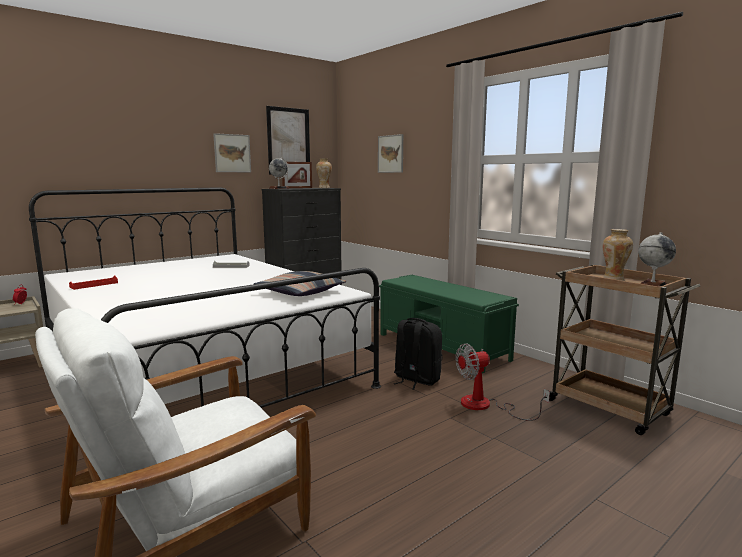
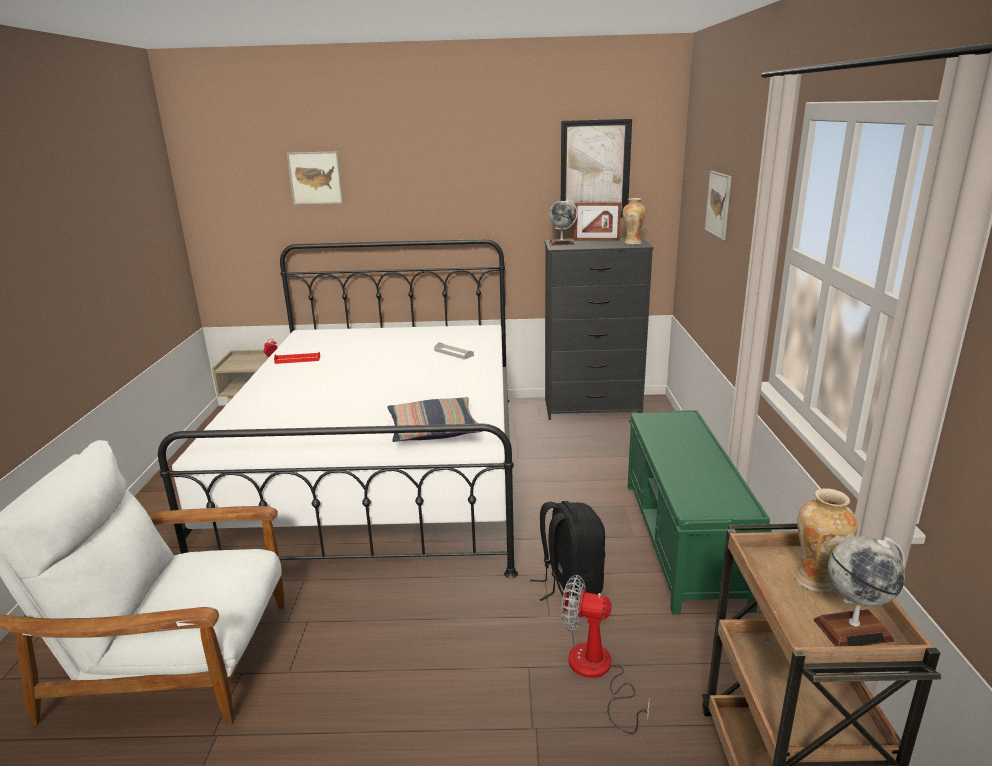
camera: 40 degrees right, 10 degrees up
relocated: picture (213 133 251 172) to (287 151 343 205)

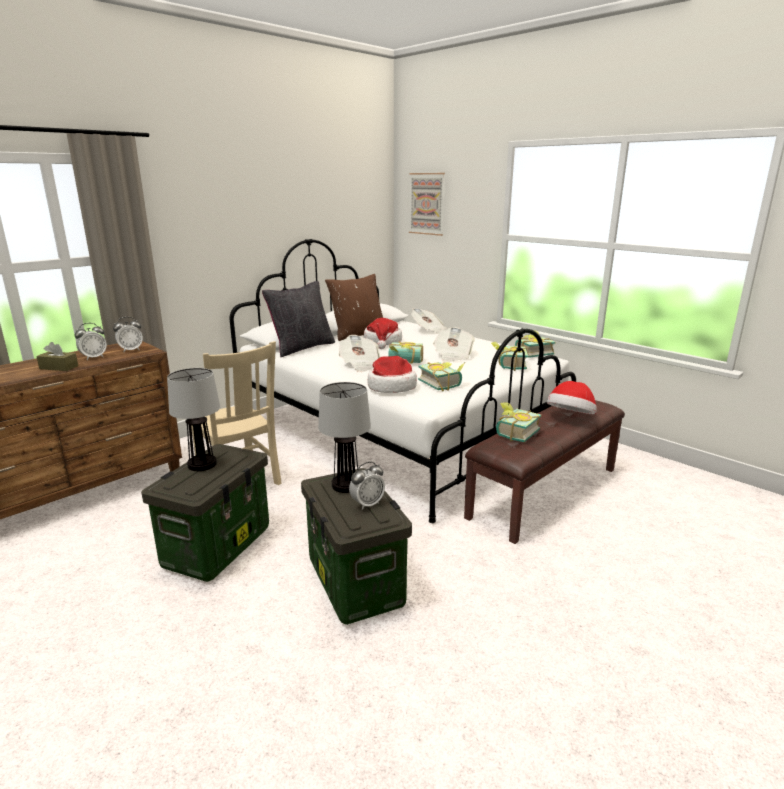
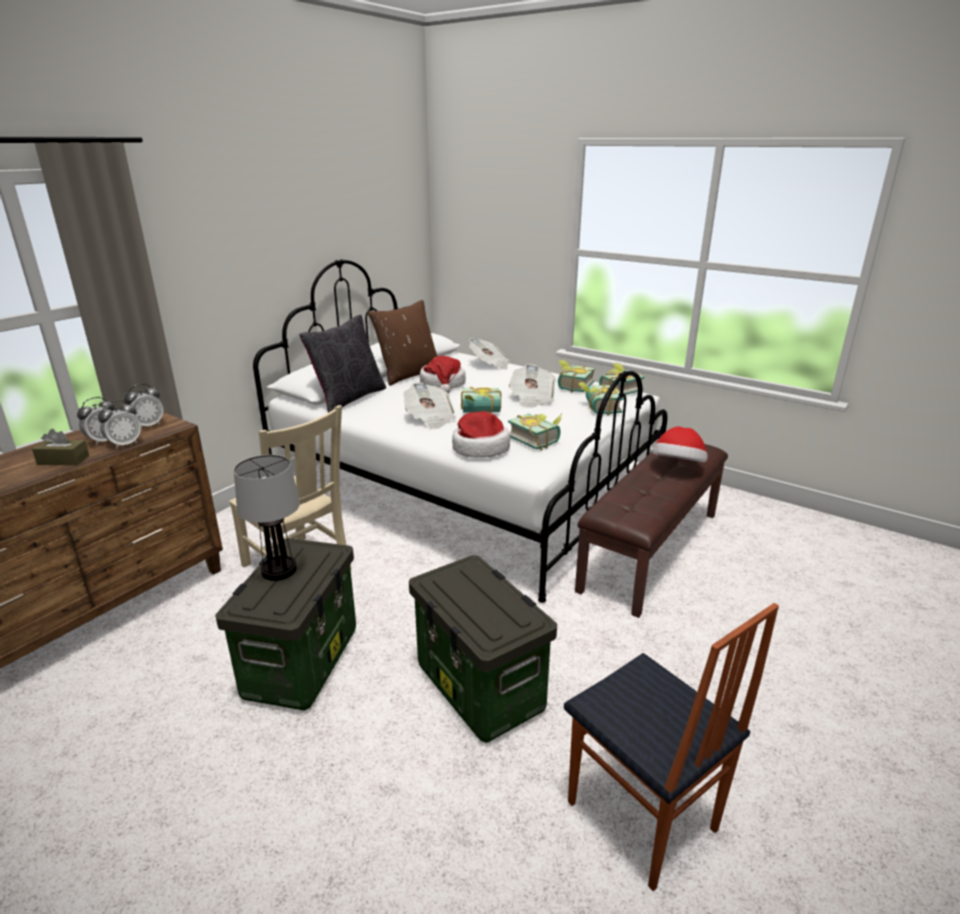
camera: 10 degrees left, 5 degrees up
missing: picture (409 173 445 236); tabletop lamp (318 382 371 493)
appeared: upright chair (564 603 779 891)
relocated: bound book (496 402 541 442) to (558 360 595 393); bedside clock (349 462 385 510) to (98 400 141 449)

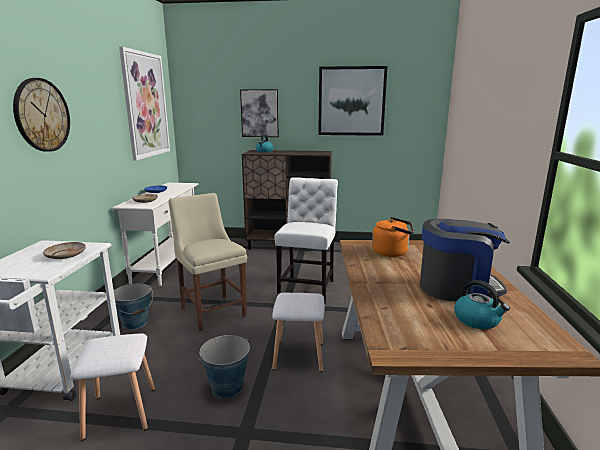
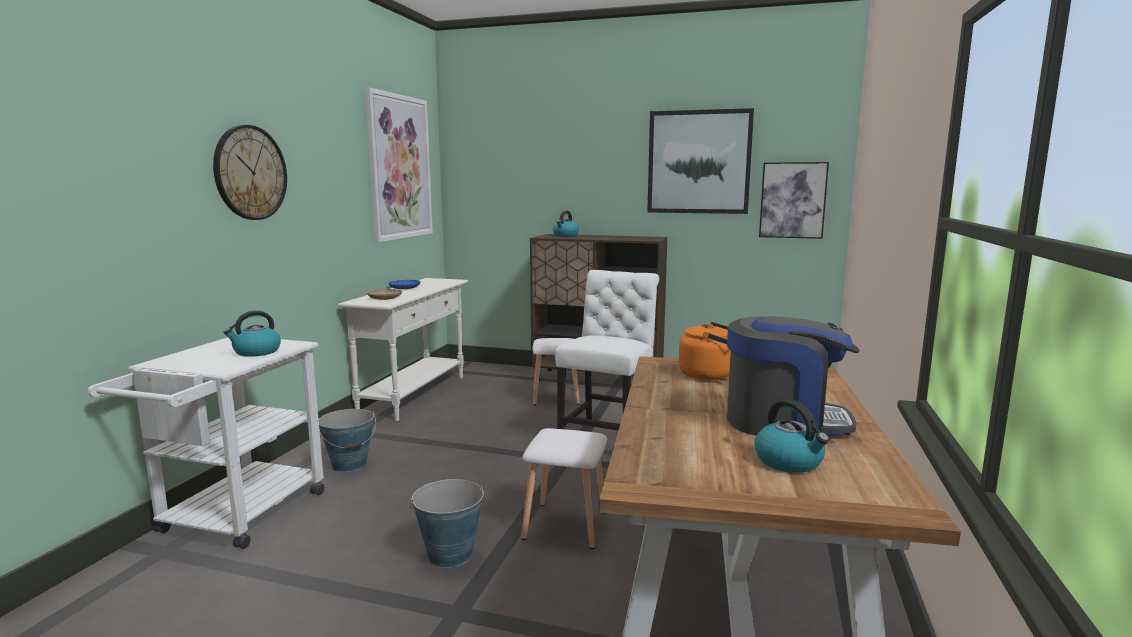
camera: 10 degrees right, 5 degrees down
missing: upright chair in beige (168 193 247 331)
relocated: picture (240 89 279 137) to (759 162 829 239); sitting stool in white (70 333 155 441) to (533 338 580 405)
exchanged: flat dish in beige (43 242 86 259) to water kettle (223 310 281 357)

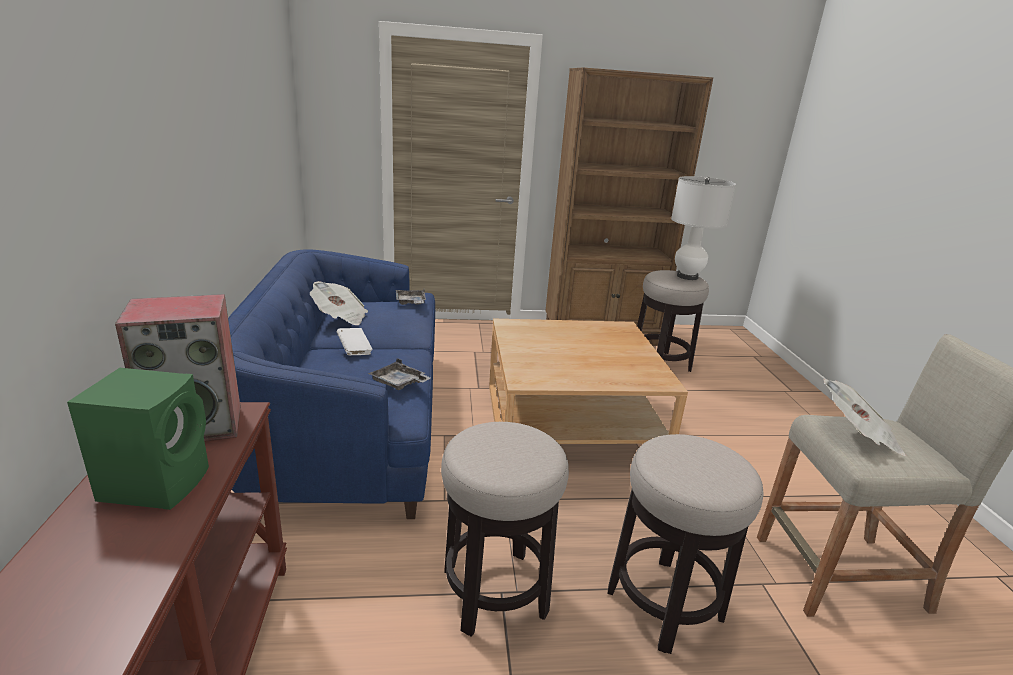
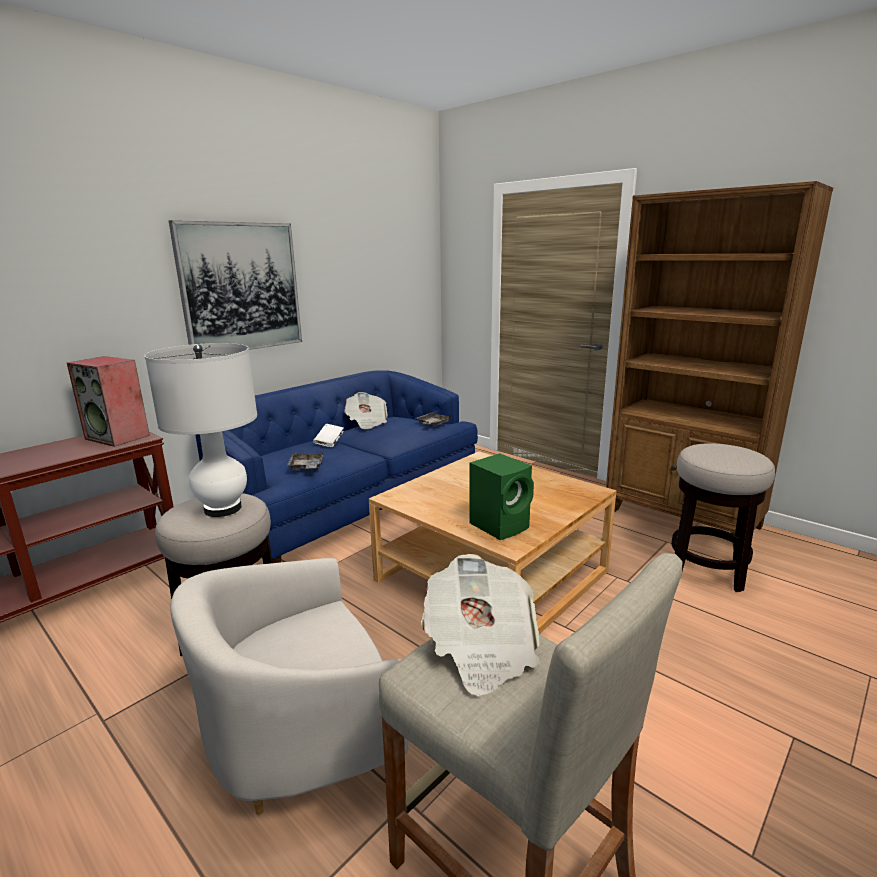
camera: 50 degrees right, 5 degrees down
appeared: picture (169 220 302 350)
relocated: tabletop lamp in white (671 176 736 280) to (145 343 257 517); audio speaker in green (67 368 209 510) to (469 453 534 540)
exchanged: sitting stool (608 434 764 654) to lounge chair in white (170 558 409 815)

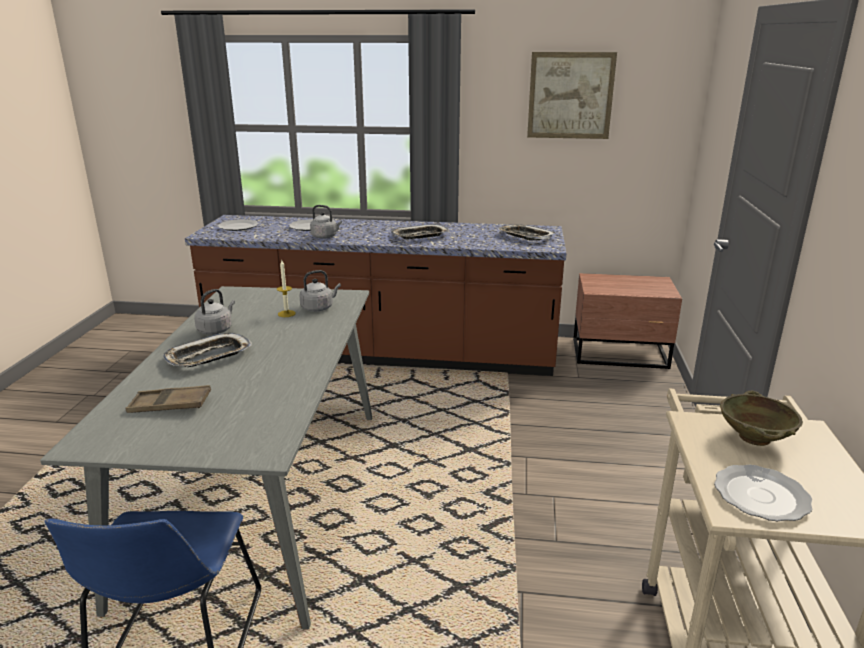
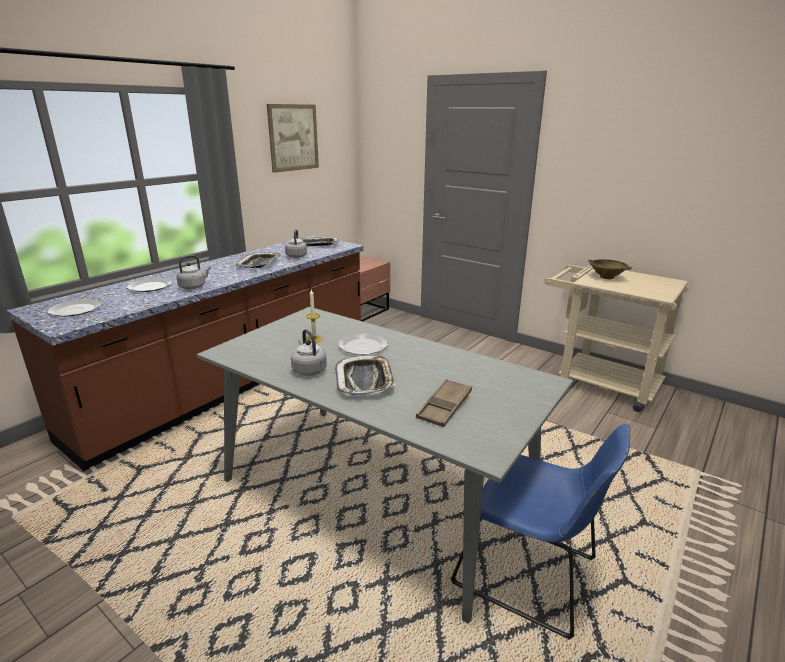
camera: 60 degrees left, 0 degrees up
relocated: water kettle in gray (299 270 341 311) to (285 229 307 258); flat dish (714 465 812 521) to (338 333 388 355)

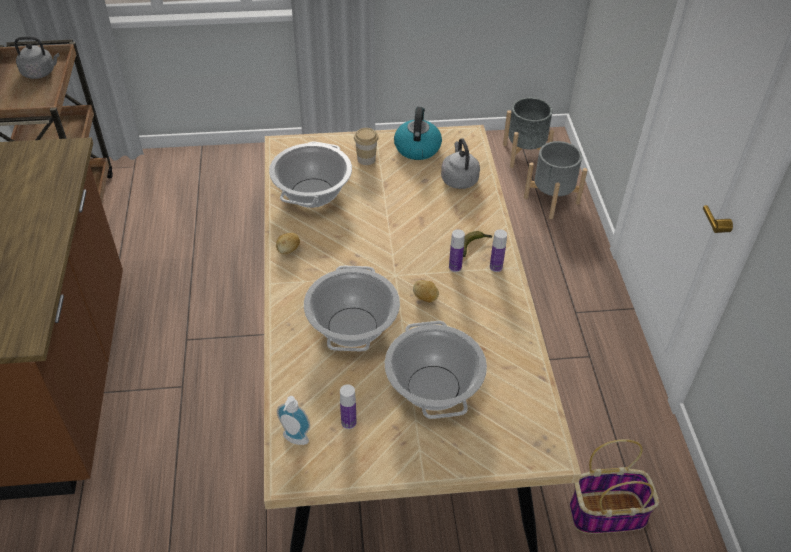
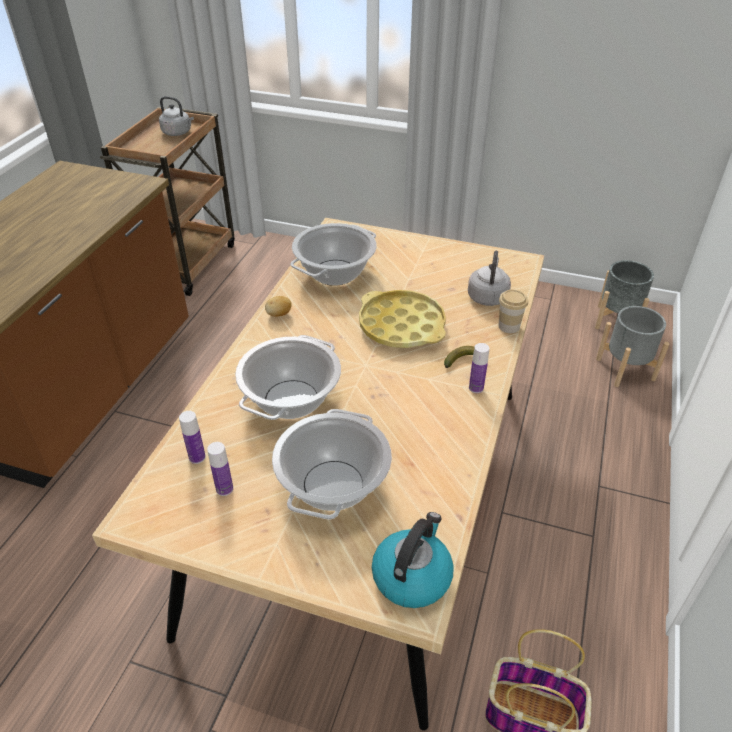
camera: 25 degrees right, 5 degrees down
missing: whole potato (413 280 439 302); liquid soap bottle (277 396 310 445)
appeared: carrying tray in yellow (359 290 446 348)
relocated: water kettle (394 107 442 160) to (372 512 454 608); small cup (354 128 379 165) to (499 290 528 333); drink bottle (449 229 465 272) to (179 411 206 464)

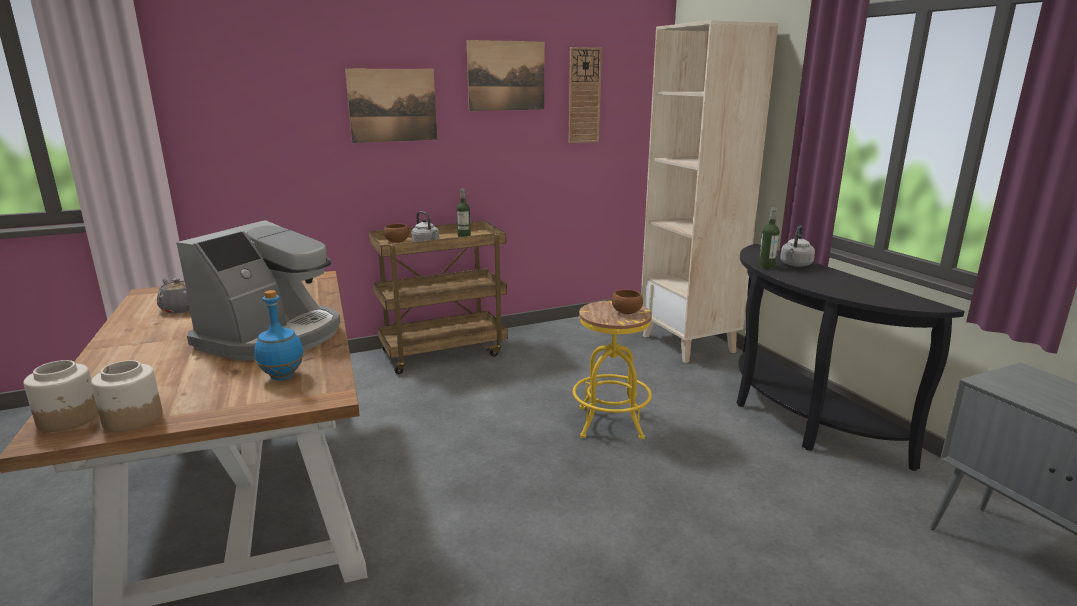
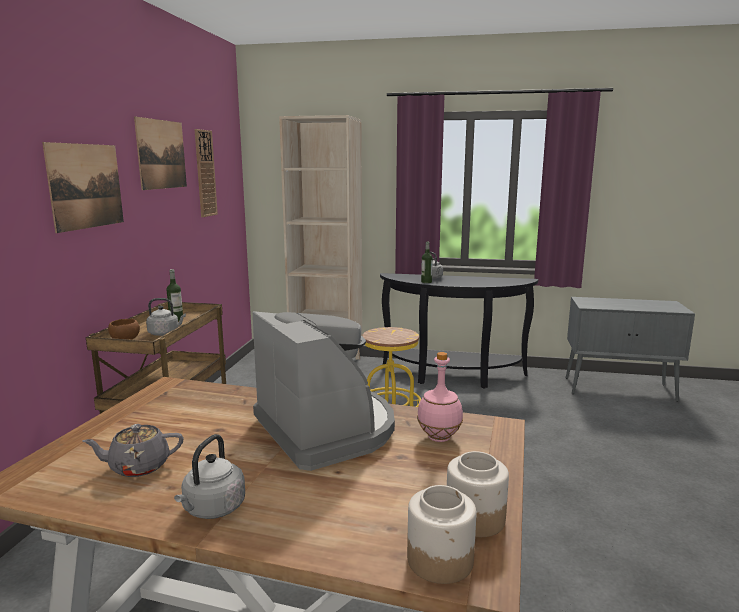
camera: 55 degrees left, 5 degrees down
missing: deep dish in brownish (612 290 643 314)
appeared: water kettle in gray (174 434 245 519)
colour: drink bottle in bluish (254 290 304 380) to drink bottle in pink (417 352 463 442)

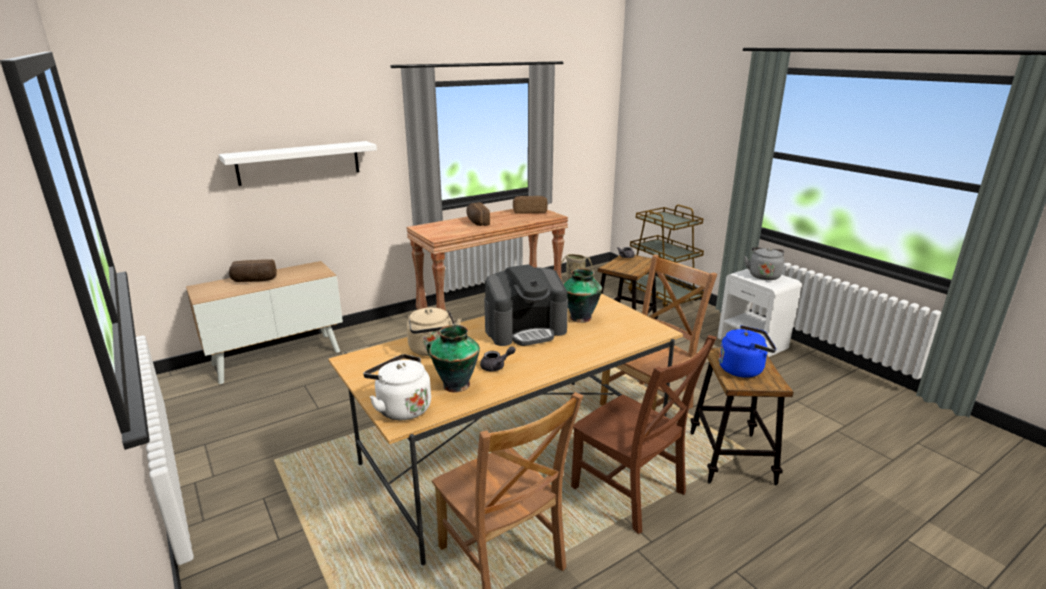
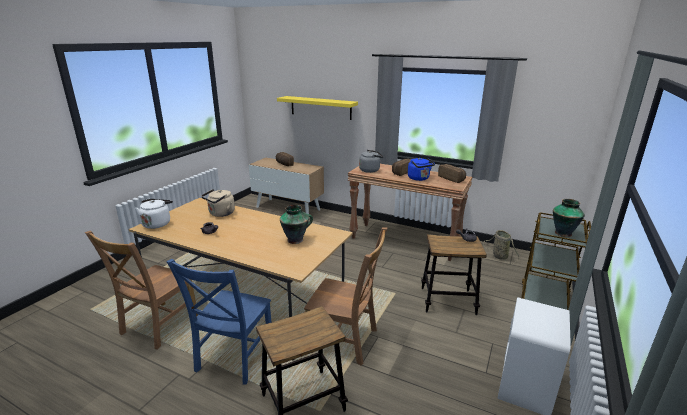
camera: 60 degrees right, 0 degrees up
missing: coffee machine (484 264 568 346)
relocated: water kettle in gray (744 247 784 280) to (359 150 384 173); flower vase (427 325 480 392) to (553 199 585 237); water kettle in bluish (719 325 776 378) to (408 158 435 181)
colour: bracket shelf in white (219 141 377 186) to bracket shelf in yellow (277 96 358 120); upright chair in brownish (571 335 717 534) to upright chair in bluish (166 259 272 385)

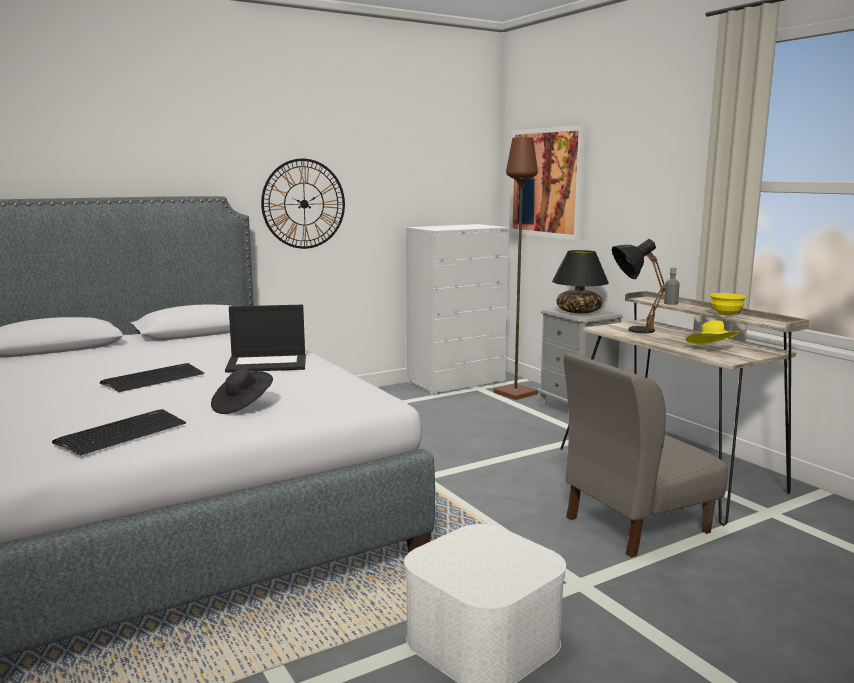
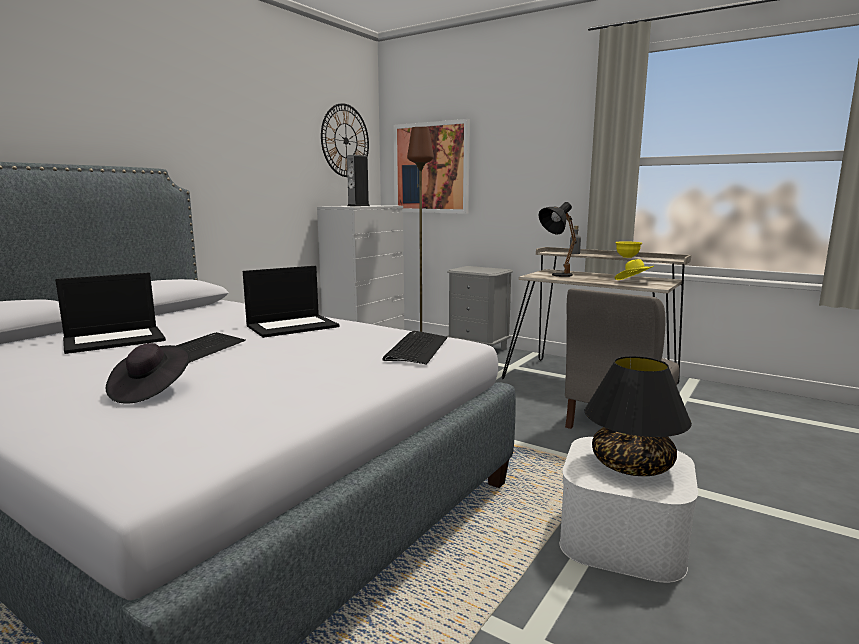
camera: 25 degrees left, 0 degrees up
appeared: audio speaker (347 155 370 206); portable computer (55 272 166 354)
relocated: hanging clock (261 159 345 249) to (321 103 369 177); tabletop lamp in black (552 250 609 313) to (584 356 692 476); wearable hat in black (211 369 273 414) to (106 343 190 403); PC keyboard (52 409 186 456) to (382 331 447 365)

